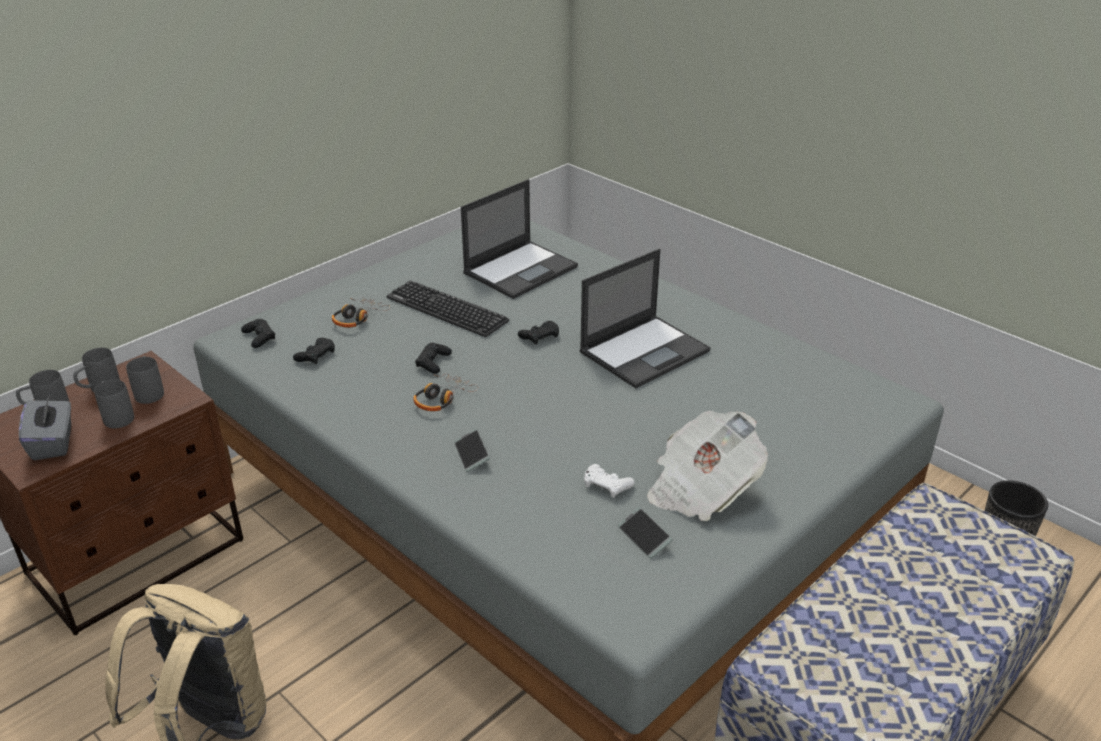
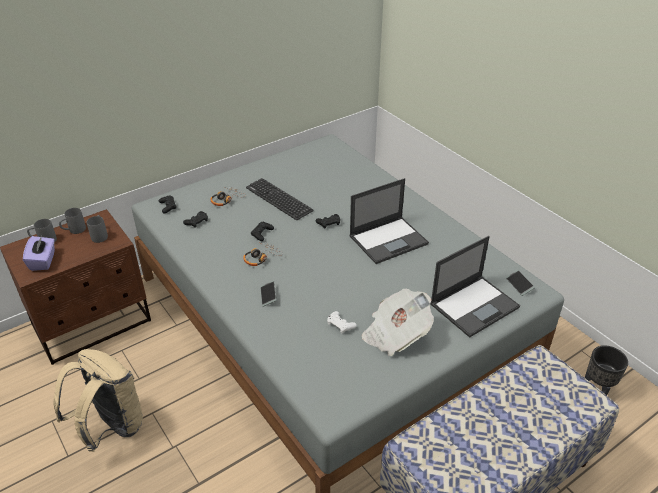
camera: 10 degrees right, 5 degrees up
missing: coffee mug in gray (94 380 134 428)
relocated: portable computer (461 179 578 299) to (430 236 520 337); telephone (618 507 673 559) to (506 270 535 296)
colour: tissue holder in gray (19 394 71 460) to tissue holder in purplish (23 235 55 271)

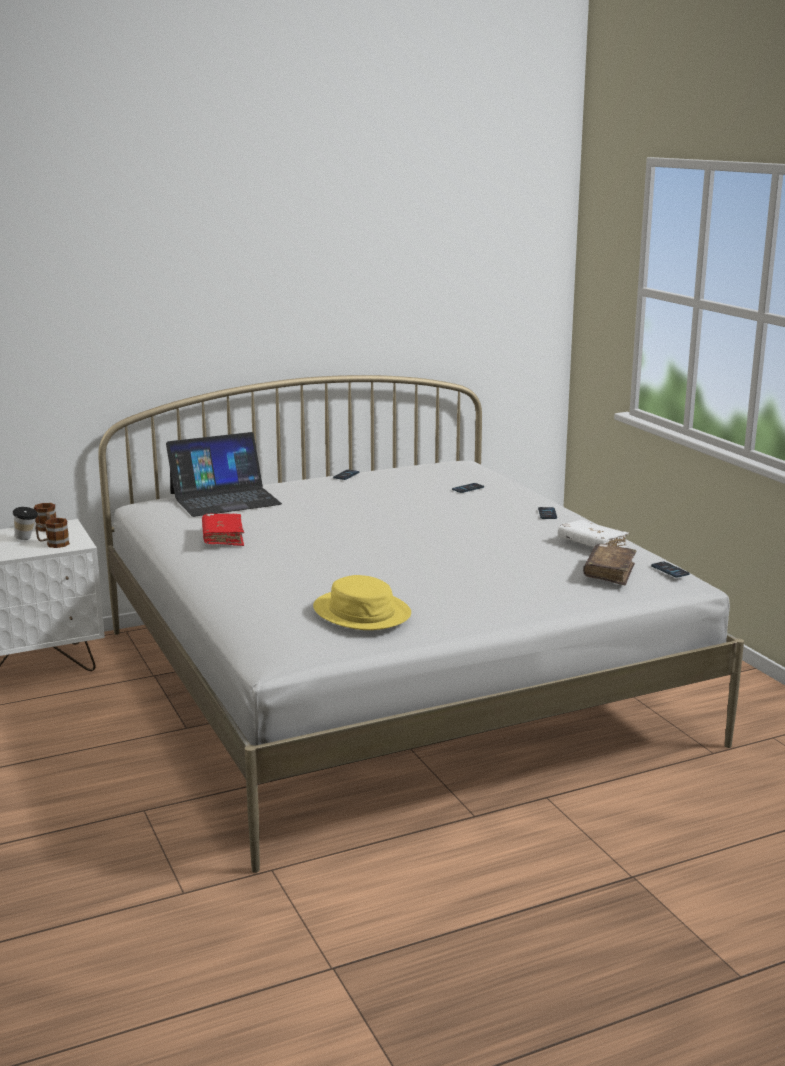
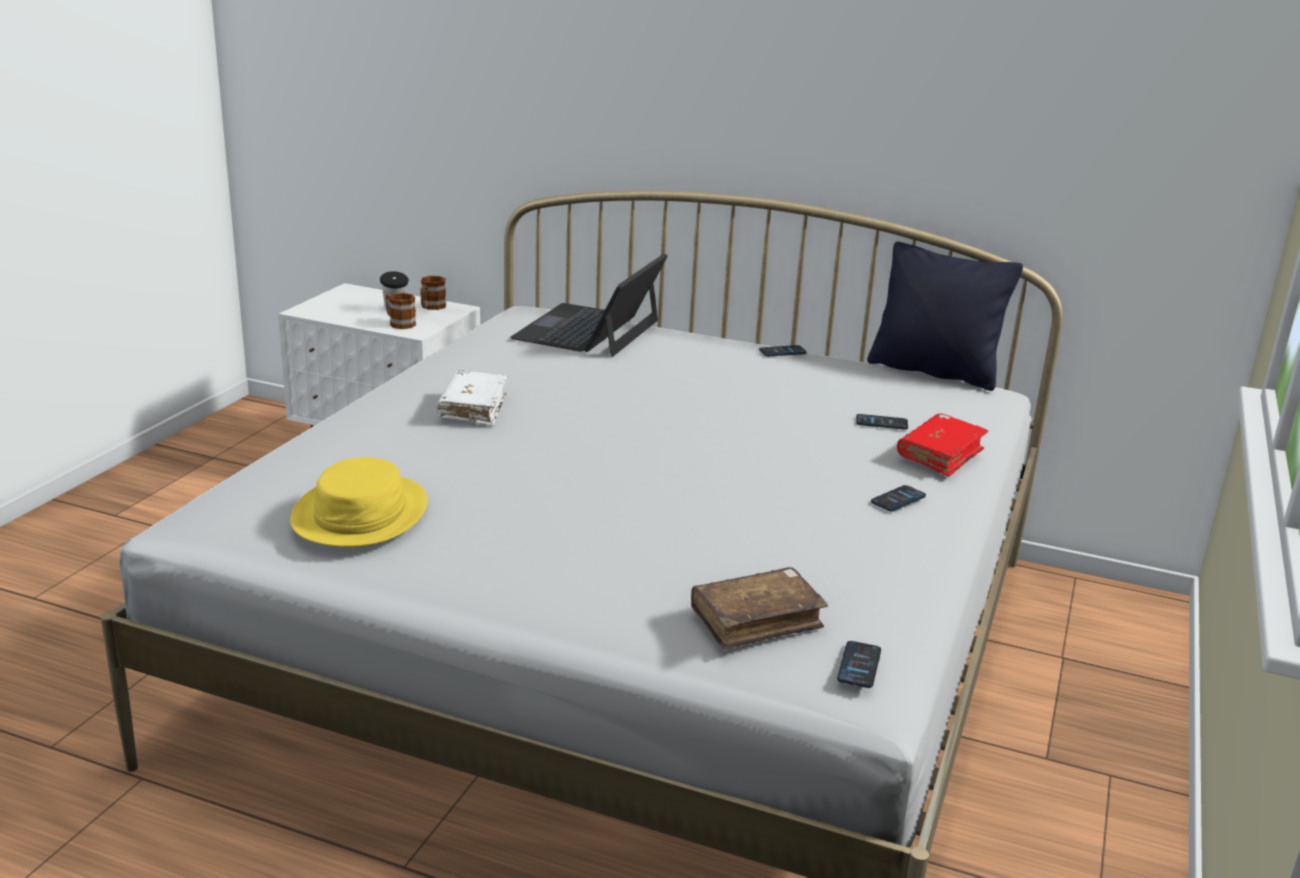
camera: 45 degrees right, 5 degrees up
appeared: cushion in black (867 242 1023 391)
relocated: bound book in red (202 514 244 546) to (897 414 988 477); bound book in white (558 520 630 548) to (436 370 508 426)
spun: portable computer (166 432 282 517) = (510 253 668 357) 90 degrees clockwise

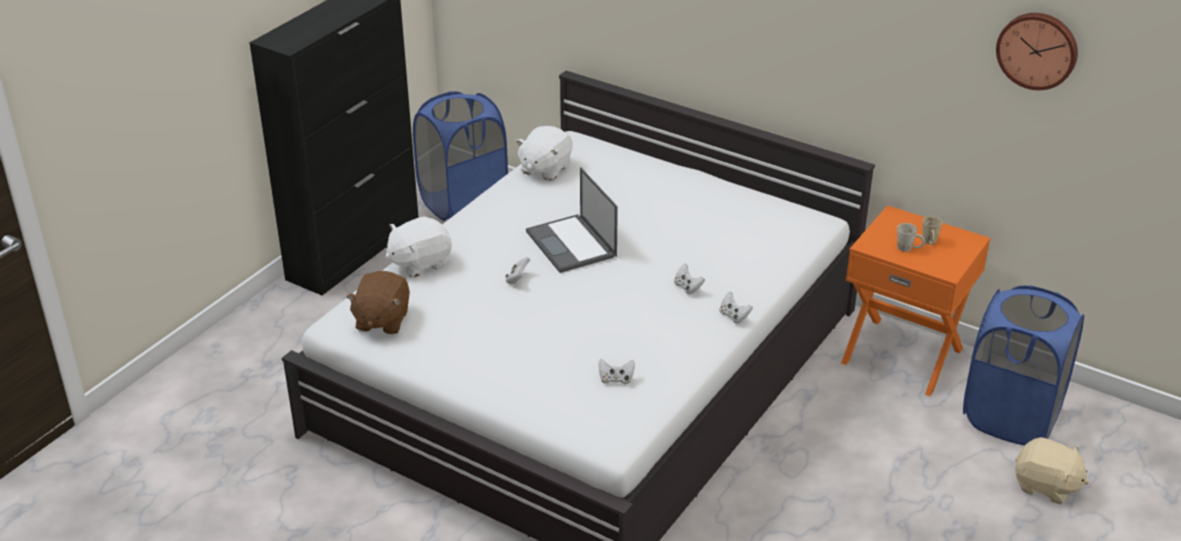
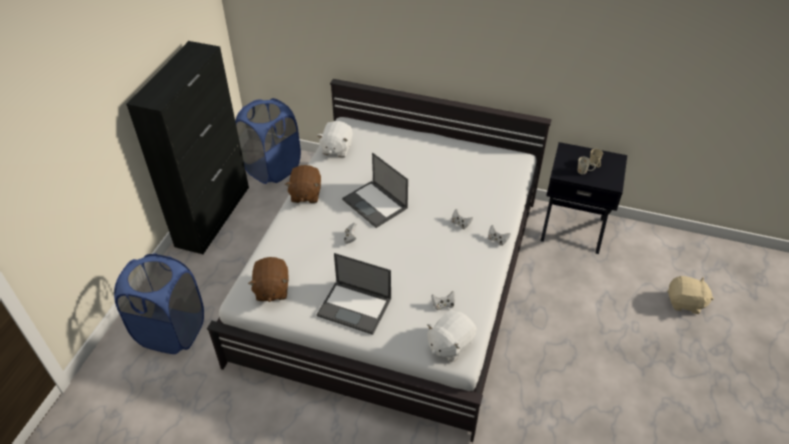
camera: 15 degrees left, 10 degrees up
missing: hanging clock (996 13 1078 90)
appeared: soft toy in brownish (285 165 321 203); portable computer (317 253 391 335)
relocated: soft toy in white (385 216 452 278) to (427 310 477 362); laundry basket in bluish (963 285 1084 445) to (114 253 204 354)
colour: bedside table in orangey (841 205 990 396) to bedside table in black (541 142 627 254)

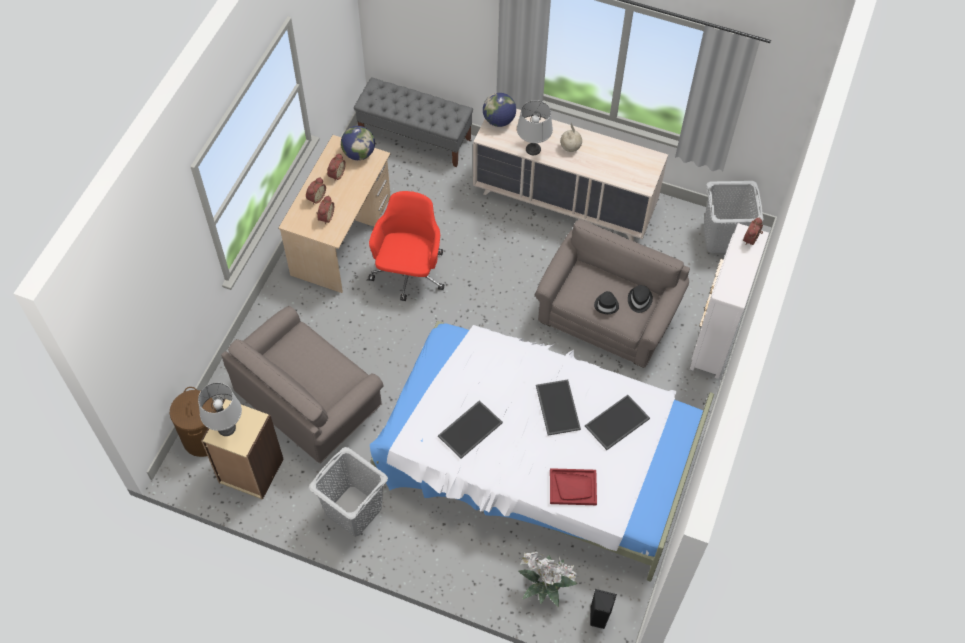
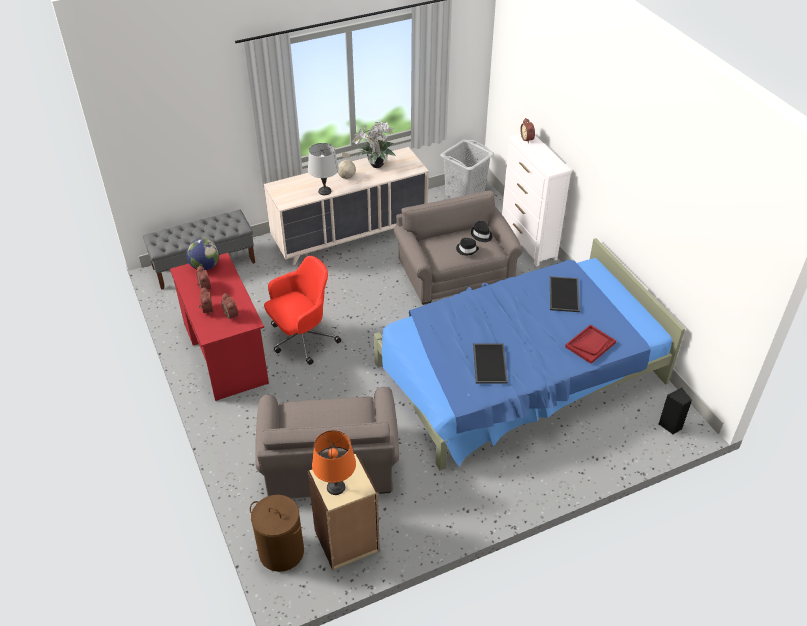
camera: 45 degrees left, 15 degrees down
missing: globe (483 93 516 127); carrying tray (536 379 581 435); laundry basket in gray (309 447 388 537)
relocated: potted plant (518 552 578 607) to (352 121 396 168)
colour: desk table in beige (279 135 391 293) to desk table in red (170 253 269 401); sleeping bed in white (370 321 714 582) to sleeping bed in bluish (374 238 685 471); tabletop lamp in gray (198 383 242 436) to tabletop lamp in orangey (312 430 356 495)
spun: desk chair in red (368 191 444 301) = (264 256 341 365) 90 degrees clockwise

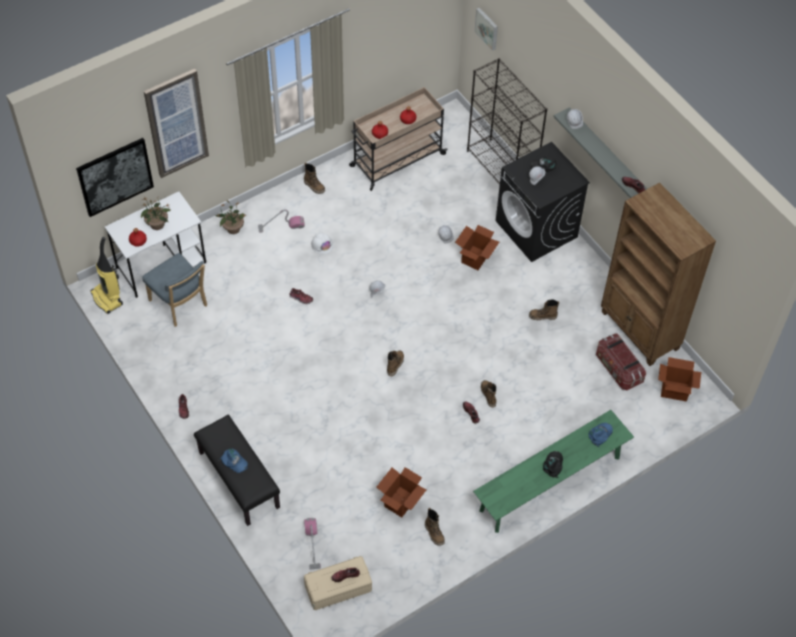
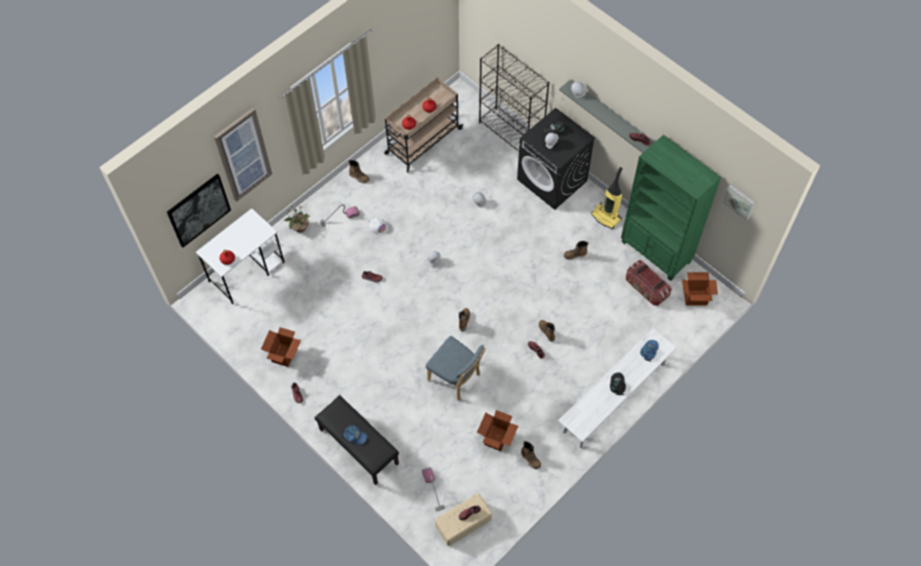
camera: 10 degrees left, 5 degrees up
missing: potted plant (141 197 171 230)
relocated: picture (474 7 498 51) to (723 185 755 221); packing box (455 225 499 270) to (261 327 301 367); vacuum cleaner (91 237 123 314) to (591 167 623 229); upright chair in bluish (142 253 207 327) to (426 336 486 400)
colour: shelving unit in brownish (601 182 716 366) to shelving unit in green (621 135 721 281); indoor bench in green (473 410 634 533) to indoor bench in white (558 328 677 448)

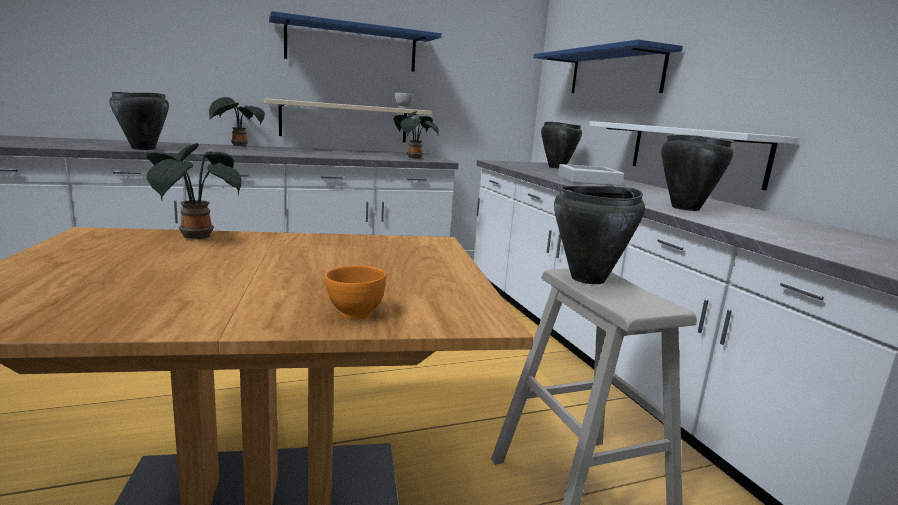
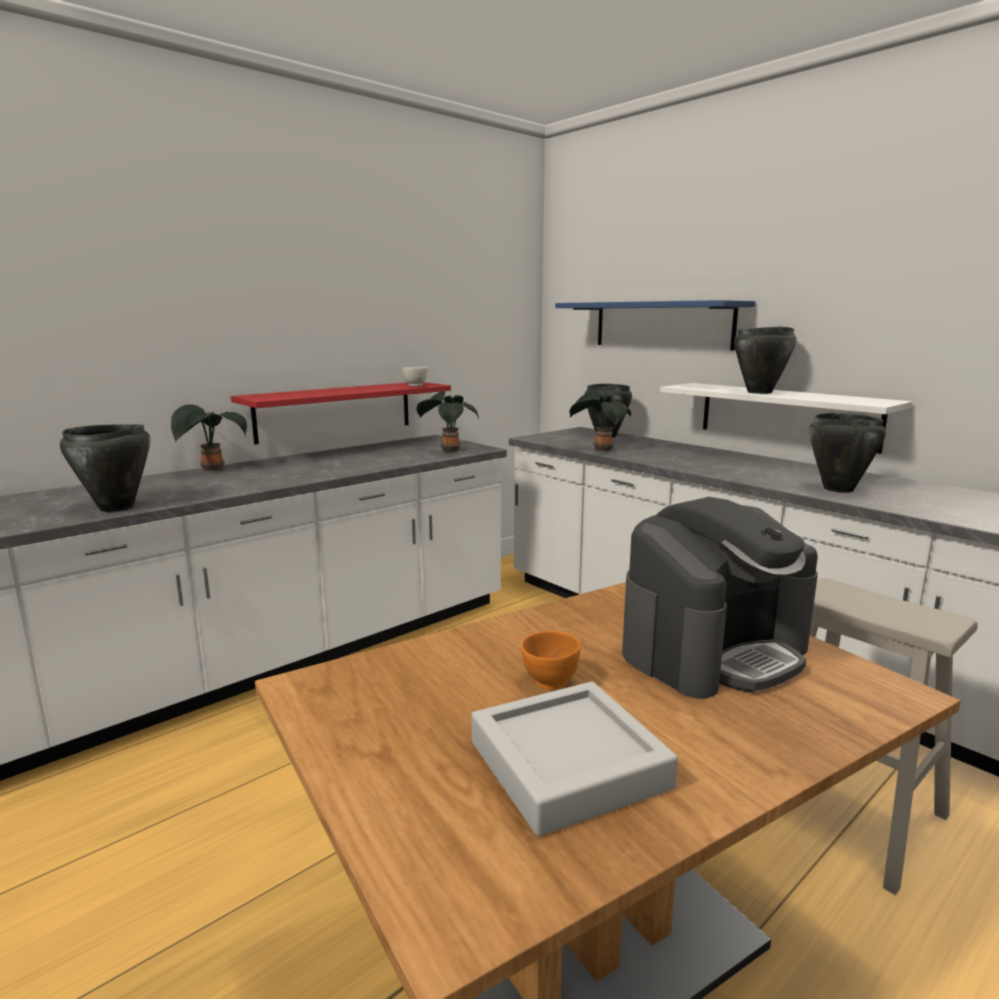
camera: 20 degrees left, 0 degrees up
missing: bracket shelf in bluish (269 11 442 72)
appeared: coffee machine (622 497 818 698)
relocated: potted plant (146 143 241 241) to (569 391 631 452); carrying tray in gray (558 164 624 186) to (471 681 678 837); stockpot in black (554 186 645 284) to (734 326 796 394); deep dish in orangey (325 266 386 320) to (521 631 580 690)
colour: bracket shelf in beige (264 98 431 142) to bracket shelf in red (231 382 451 444)

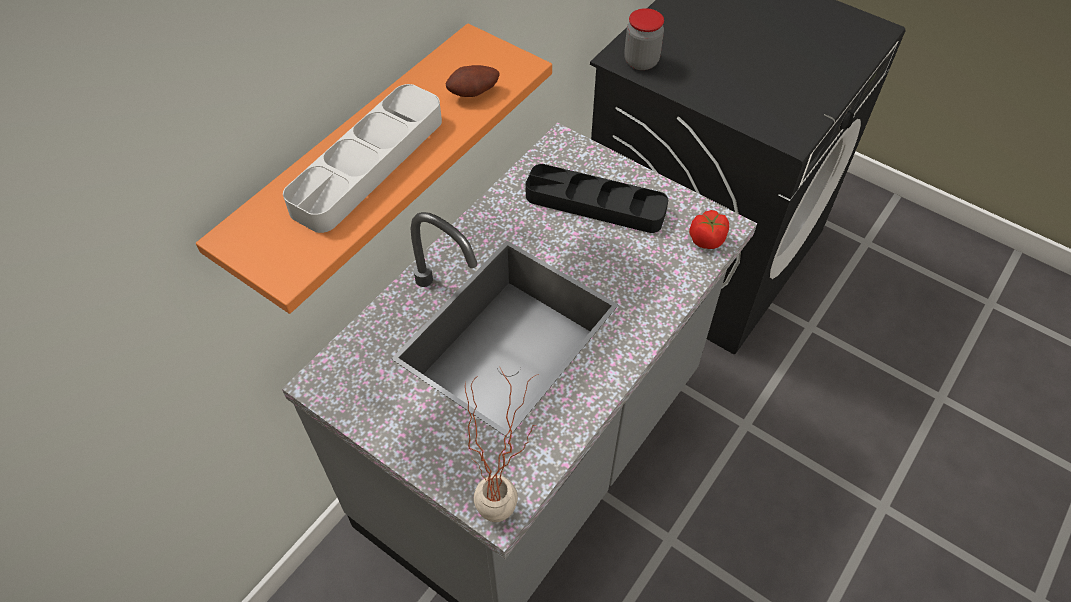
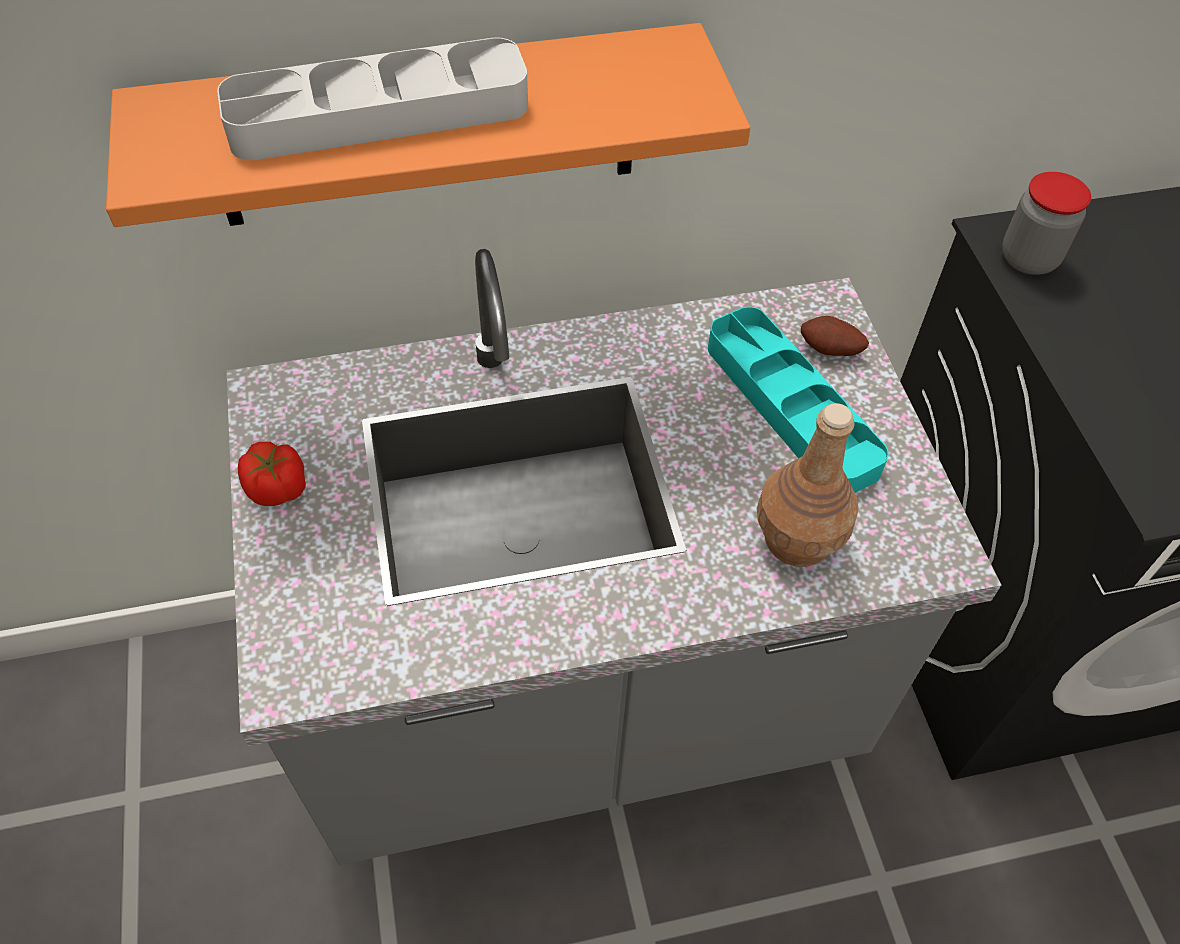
camera: 40 degrees right, 0 degrees up
missing: potted plant (465 368 539 522)
appeared: drink bottle in brownish (757 403 859 567)
relocated: whole potato (445 65 500 97) to (801 316 869 356); whole tomato (689 210 729 249) to (238 442 306 506)
colour: carrying tray in black (526 164 668 233) to carrying tray in turquoise (708 307 889 493)

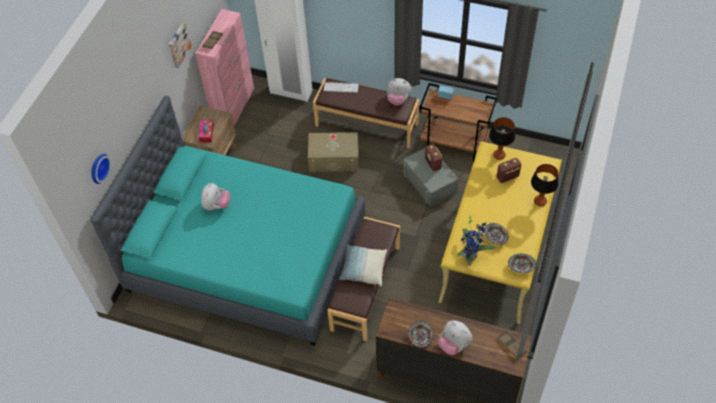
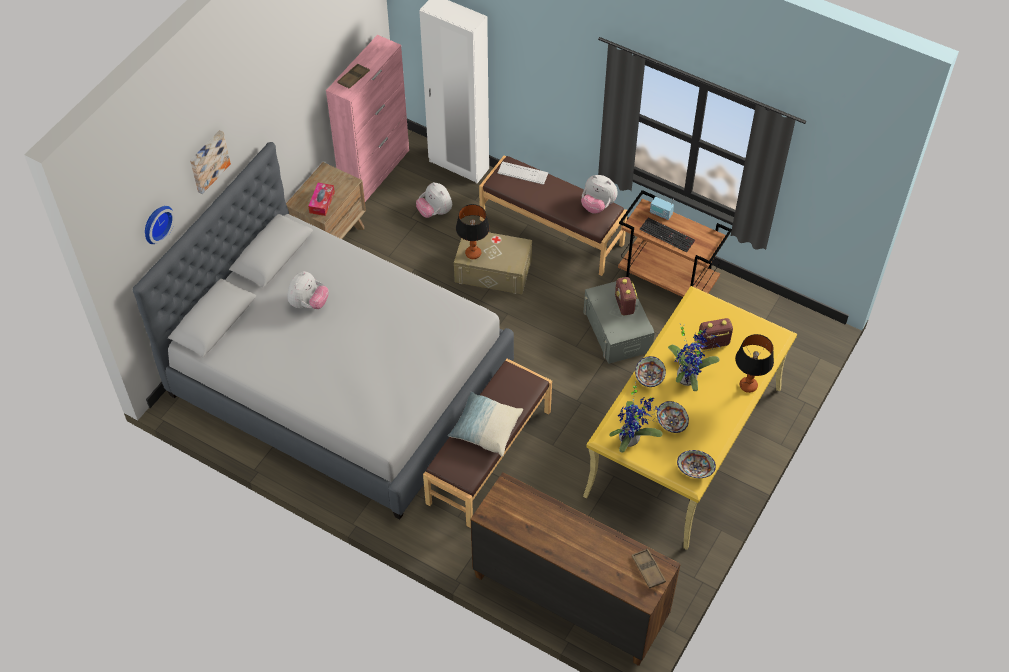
camera: 10 degrees right, 0 degrees up
appeared: PC keyboard (639 218 695 252); potted plant (668 324 720 391)
relocated: picture (169 22 192 68) to (190 130 231 194); tabletop lamp (489 117 516 160) to (456 204 490 259); soft toy (438 320 472 355) to (416 182 452 218); deep dish (409 321 433 348) to (635 356 666 387)
colour: sleeping bed in turquoise (90 95 366 346) to sleeping bed in gray (133 142 514 519)

